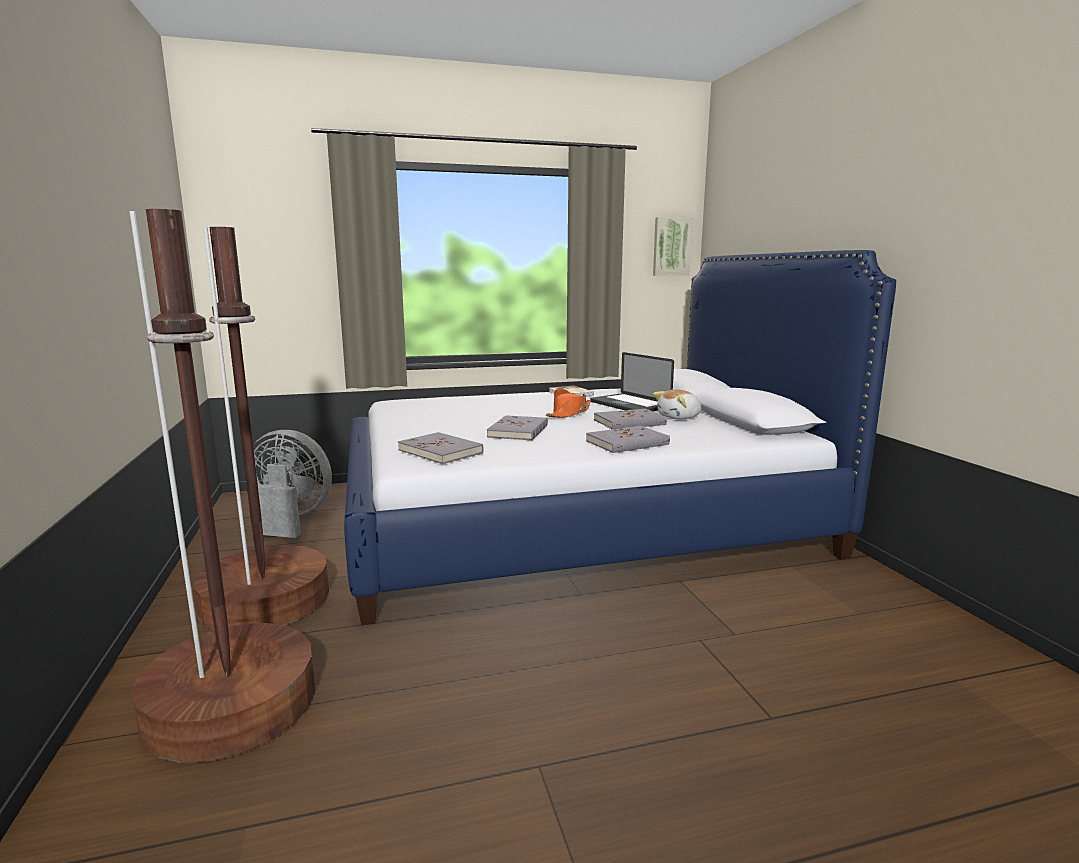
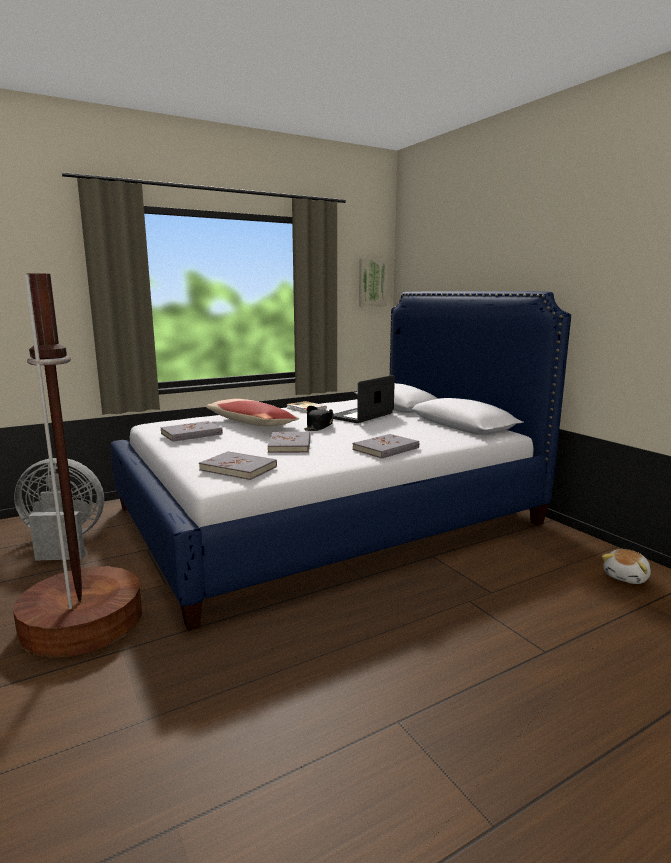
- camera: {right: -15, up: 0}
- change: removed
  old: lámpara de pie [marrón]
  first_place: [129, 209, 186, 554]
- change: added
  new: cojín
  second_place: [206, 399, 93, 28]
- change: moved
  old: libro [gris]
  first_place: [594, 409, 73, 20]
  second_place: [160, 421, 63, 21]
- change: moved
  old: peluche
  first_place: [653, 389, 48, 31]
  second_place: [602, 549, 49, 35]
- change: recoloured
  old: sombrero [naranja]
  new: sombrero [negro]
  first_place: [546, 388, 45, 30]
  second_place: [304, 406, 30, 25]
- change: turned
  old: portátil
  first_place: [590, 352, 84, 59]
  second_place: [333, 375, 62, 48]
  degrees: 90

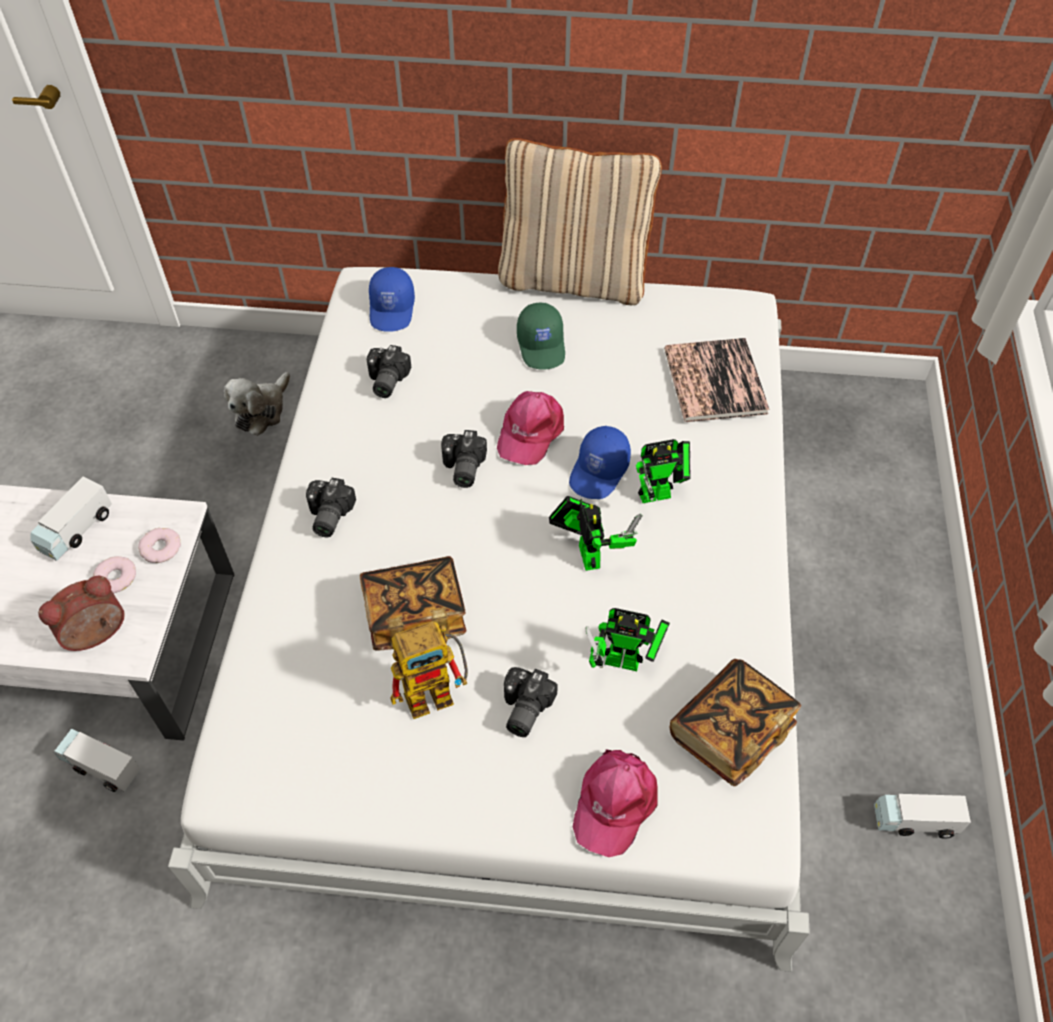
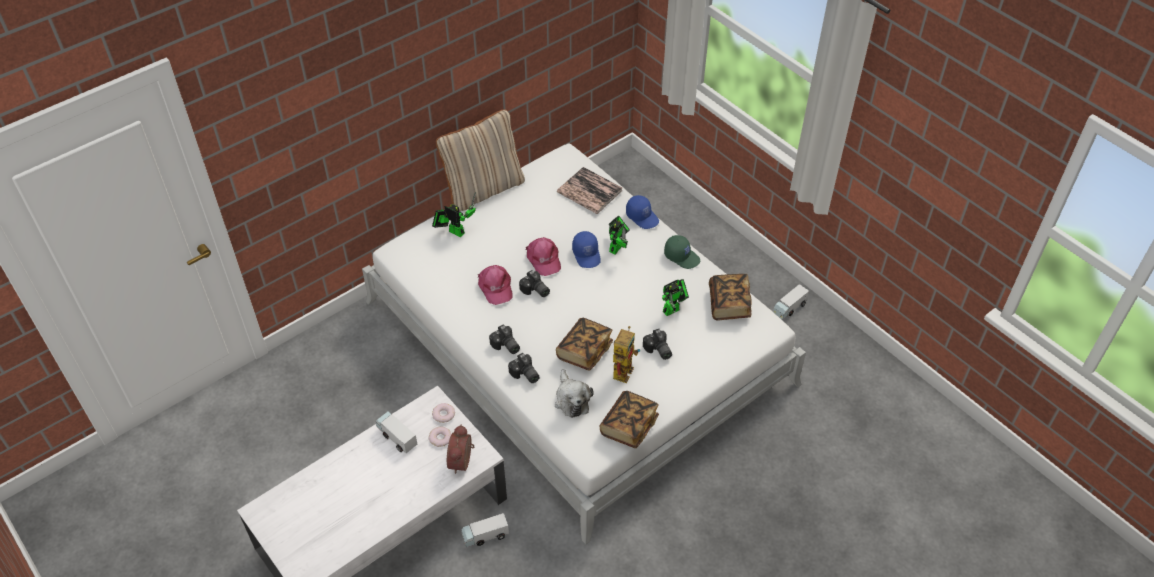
- camera: {right: -45, up: -5}
- change: added
  new: libro
  second_place: [600, 391, 59, 57]
- change: moved
  old: peluche
  first_place: [224, 372, 66, 64]
  second_place: [555, 369, 39, 49]
- change: moved
  old: cámara
  first_place: [367, 345, 44, 53]
  second_place: [508, 353, 32, 30]
- change: moved
  old: gorra [azul]
  first_place: [369, 267, 46, 65]
  second_place: [626, 195, 33, 34]
- change: moved
  old: gorra [verde]
  first_place: [517, 303, 48, 67]
  second_place: [664, 235, 36, 34]
- change: moved
  old: robot de juguete
  first_place: [549, 496, 93, 75]
  second_place: [432, 192, 44, 45]
- change: moved
  old: gorra [rosa]
  first_place: [573, 749, 85, 108]
  second_place: [478, 265, 35, 40]
- change: turned
  old: camión de juguete
  first_place: [30, 477, 82, 84]
  second_place: [376, 412, 41, 41]
  degrees: 150

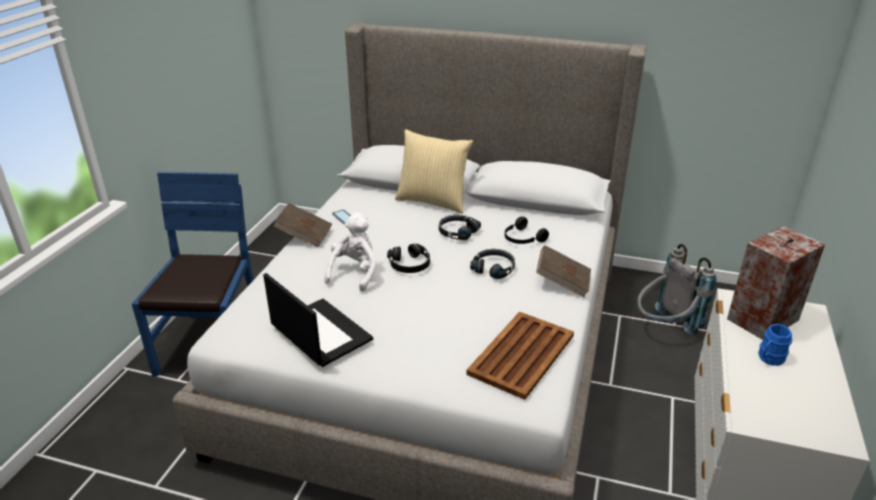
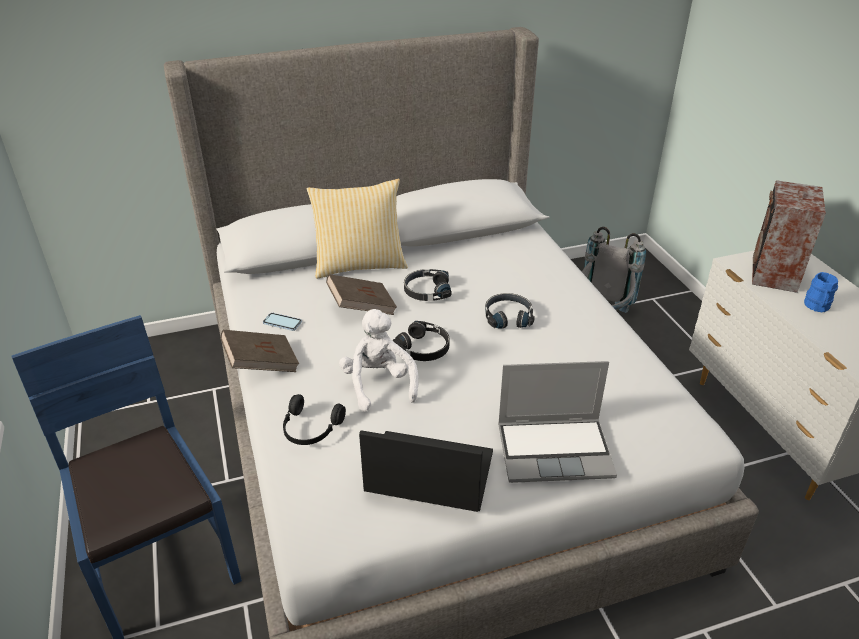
- camera: {right: -35, up: 5}
- change: removed
  old: bandeja [marrón]
  first_place: [466, 312, 108, 88]
- change: added
  new: portátil
  second_place: [498, 361, 119, 122]
- change: moved
  old: auriculares [negro]
  first_place: [505, 217, 44, 27]
  second_place: [283, 394, 63, 51]
- change: moved
  old: libro [marrón]
  first_place: [536, 245, 55, 52]
  second_place: [326, 274, 71, 41]

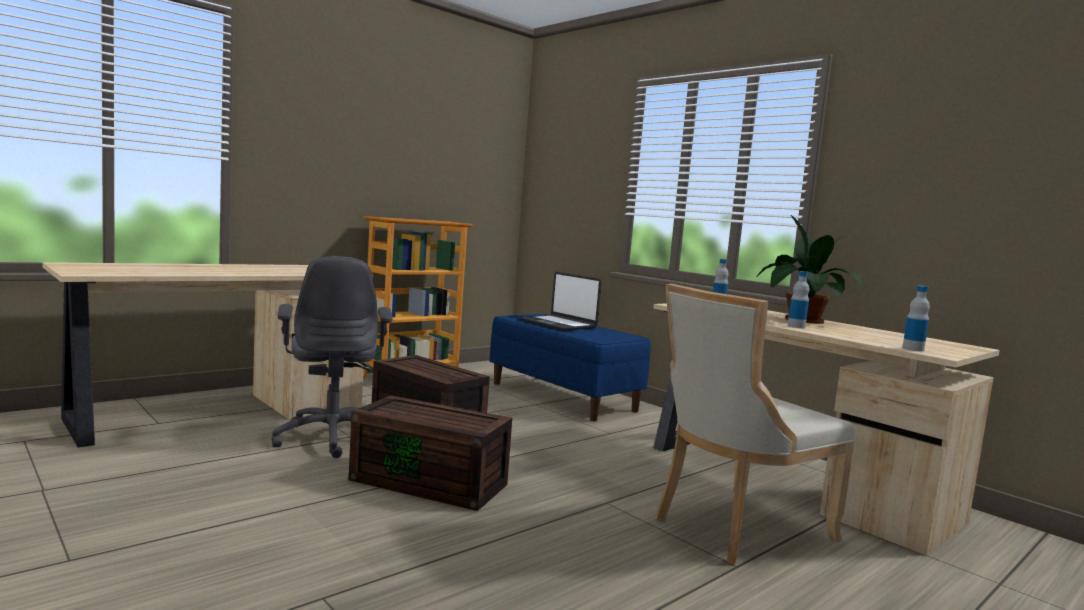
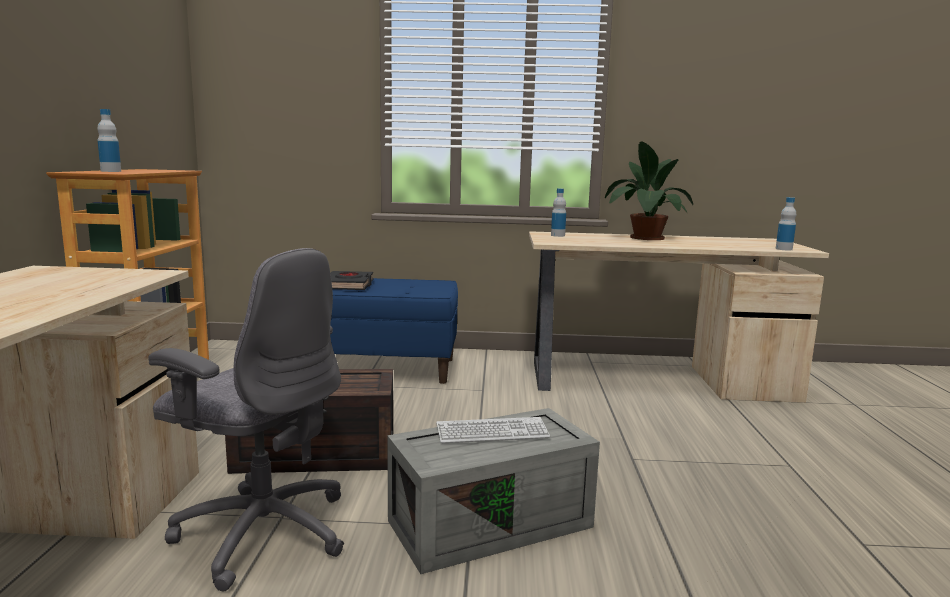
- camera: {right: -45, up: 5}
- change: removed
  old: silla [beis]
  first_place: [656, 284, 199, 280]
- change: added
  new: teclado
  second_place: [436, 417, 114, 26]
- change: moved
  old: botella
  first_place: [788, 271, 22, 57]
  second_place: [97, 109, 24, 63]
- change: replaced
  old: portátil
  new: libro [negro]
  first_place: [519, 272, 83, 59]
  second_place: [330, 271, 44, 19]
- change: recoloured
  old: caja de almacenaje [marrón]
  new: caja de almacenaje [gris]
  first_place: [349, 395, 163, 116]
  second_place: [387, 408, 213, 166]

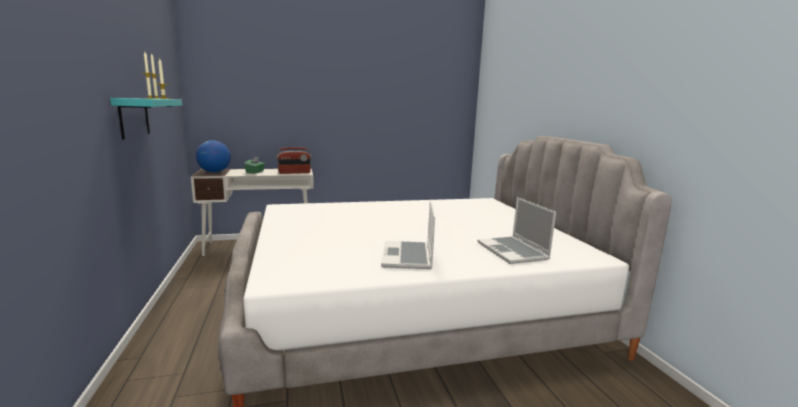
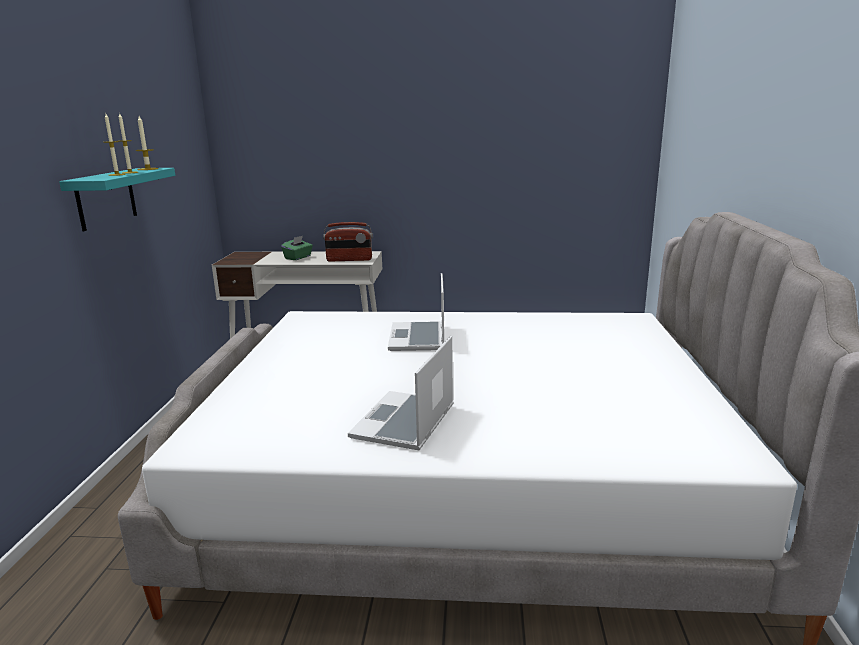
- camera: {right: 20, up: 5}
- change: removed
  old: globo terráqueo
  first_place: [196, 140, 35, 32]
- change: moved
  old: portátil
  first_place: [477, 197, 79, 67]
  second_place: [388, 273, 56, 78]

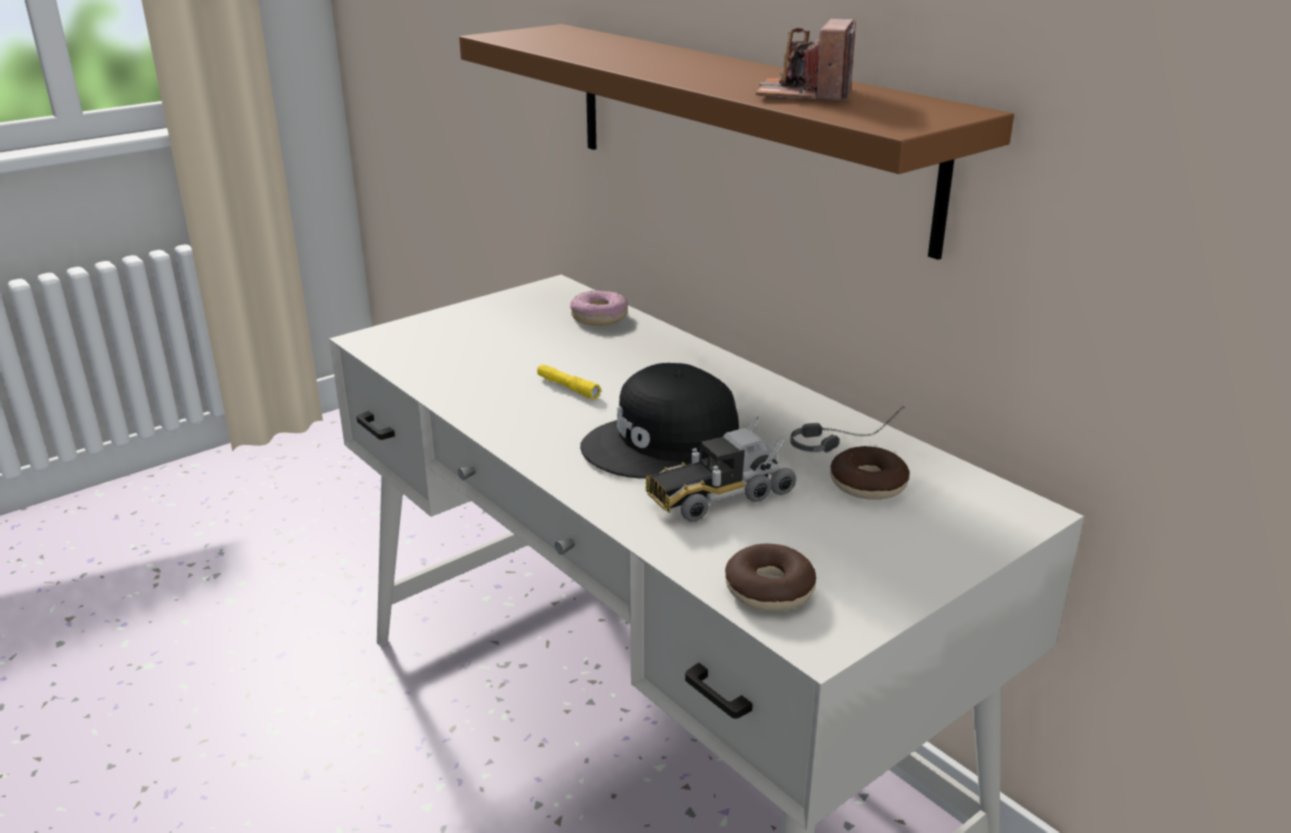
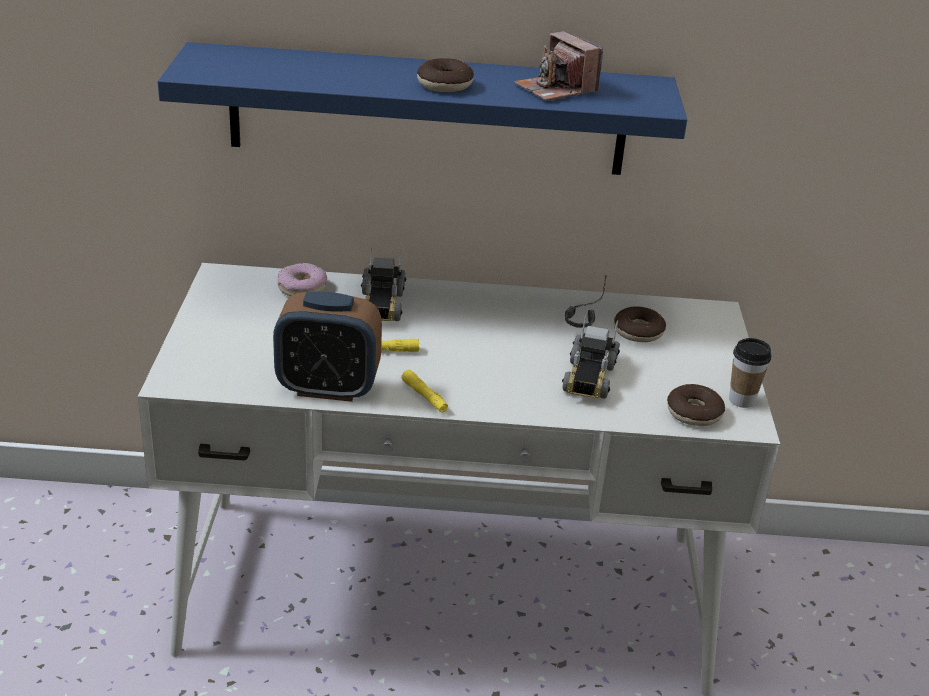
- camera: {right: -50, up: 5}
- change: removed
  old: gorra [negro]
  first_place: [580, 363, 159, 116]
- change: added
  new: despertador
  second_place: [273, 292, 109, 110]
- change: added
  new: camión de juguete
  second_place: [361, 248, 45, 73]
- change: added
  new: linterna [amarillo]
  second_place: [401, 370, 47, 43]
- change: added
  new: rosquilla
  second_place: [417, 58, 57, 34]
- change: added
  new: taza
  second_place: [729, 338, 42, 70]
- change: recoloured
  old: estante [marrón]
  new: estante [azul]
  first_place: [459, 24, 555, 236]
  second_place: [158, 42, 529, 133]

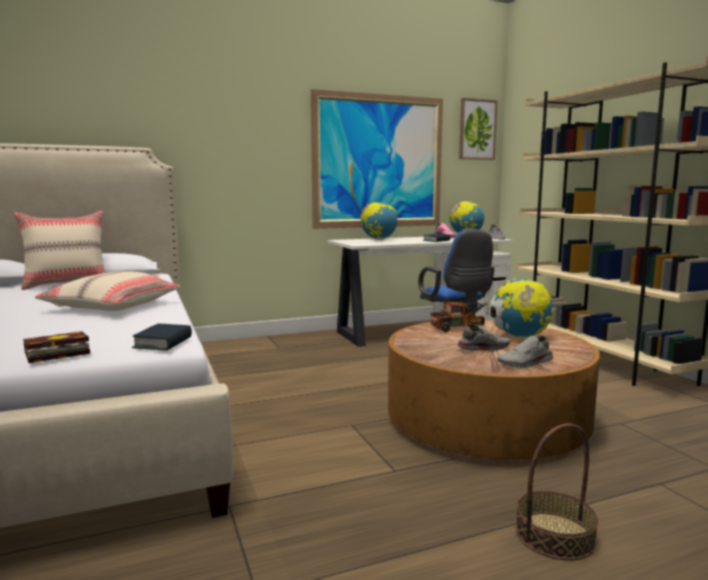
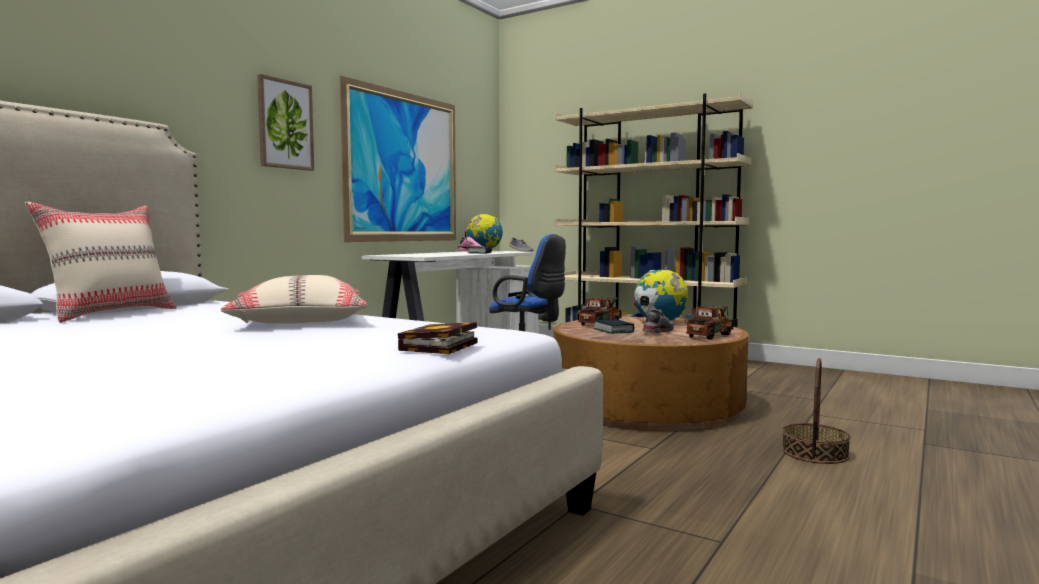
- camera: {right: -35, up: -5}
- change: removed
  old: globo terráqueo
  first_place: [360, 202, 38, 38]
- change: moved
  old: libro
  first_place: [132, 324, 60, 27]
  second_place: [593, 319, 41, 15]
- change: moved
  old: cuadro
  first_place: [459, 98, 39, 62]
  second_place: [257, 74, 57, 97]
- change: replaced
  old: zapato [gris]
  new: camión de juguete
  first_place: [497, 336, 57, 32]
  second_place: [685, 305, 48, 35]

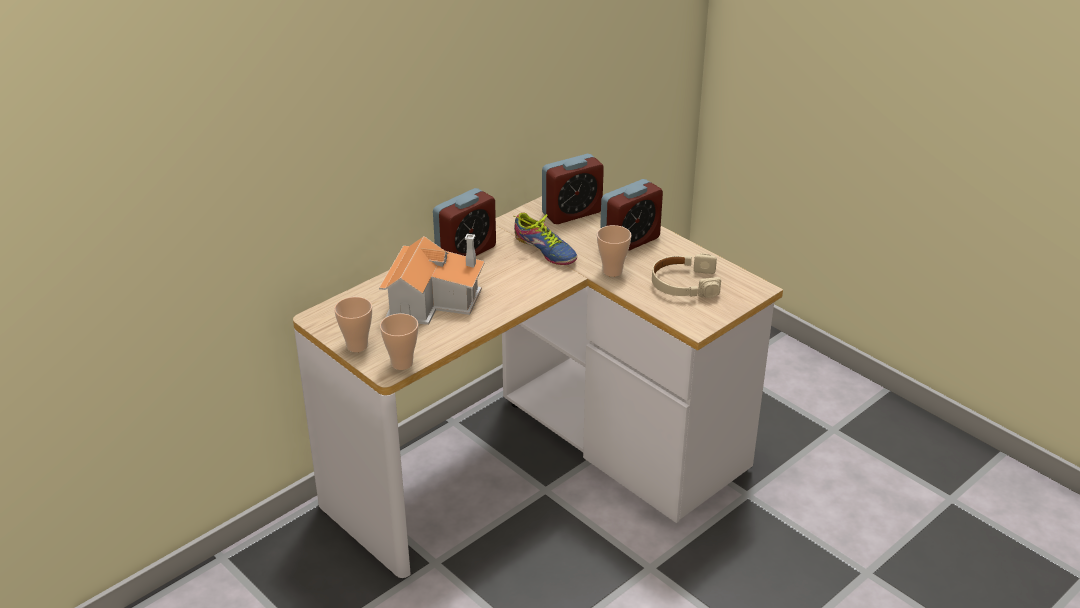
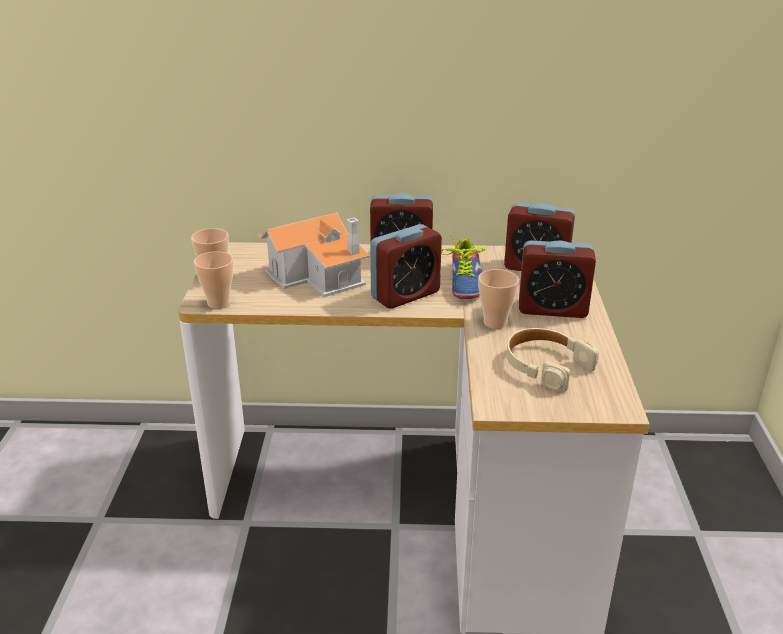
- camera: {right: 45, up: -5}
- change: added
  new: despertador
  second_place: [370, 224, 72, 85]

